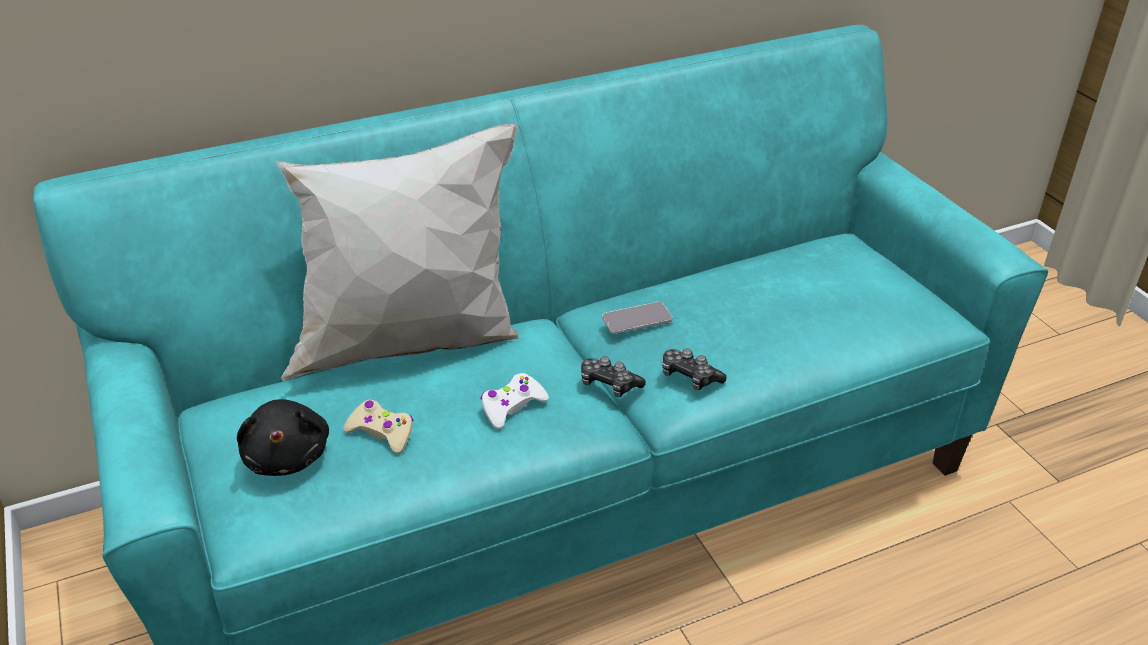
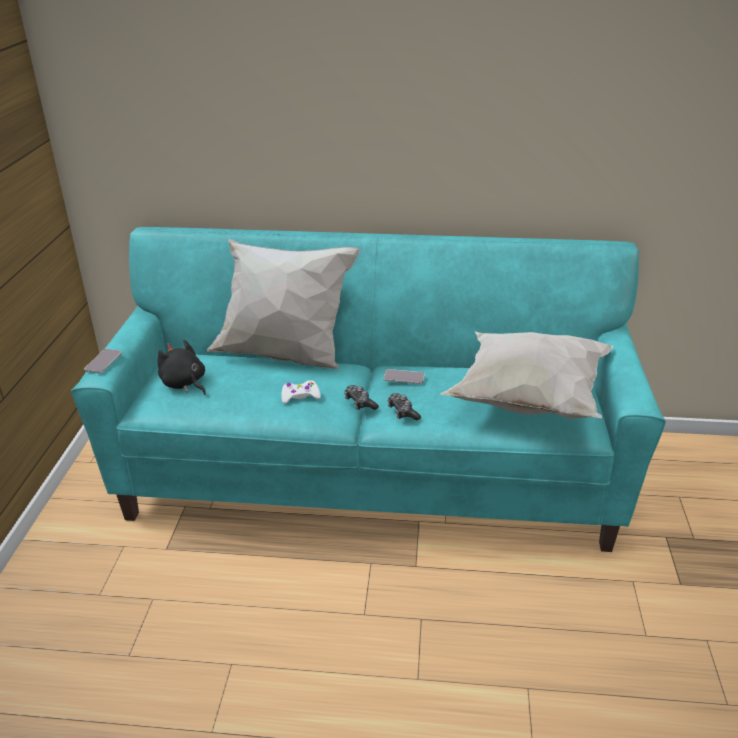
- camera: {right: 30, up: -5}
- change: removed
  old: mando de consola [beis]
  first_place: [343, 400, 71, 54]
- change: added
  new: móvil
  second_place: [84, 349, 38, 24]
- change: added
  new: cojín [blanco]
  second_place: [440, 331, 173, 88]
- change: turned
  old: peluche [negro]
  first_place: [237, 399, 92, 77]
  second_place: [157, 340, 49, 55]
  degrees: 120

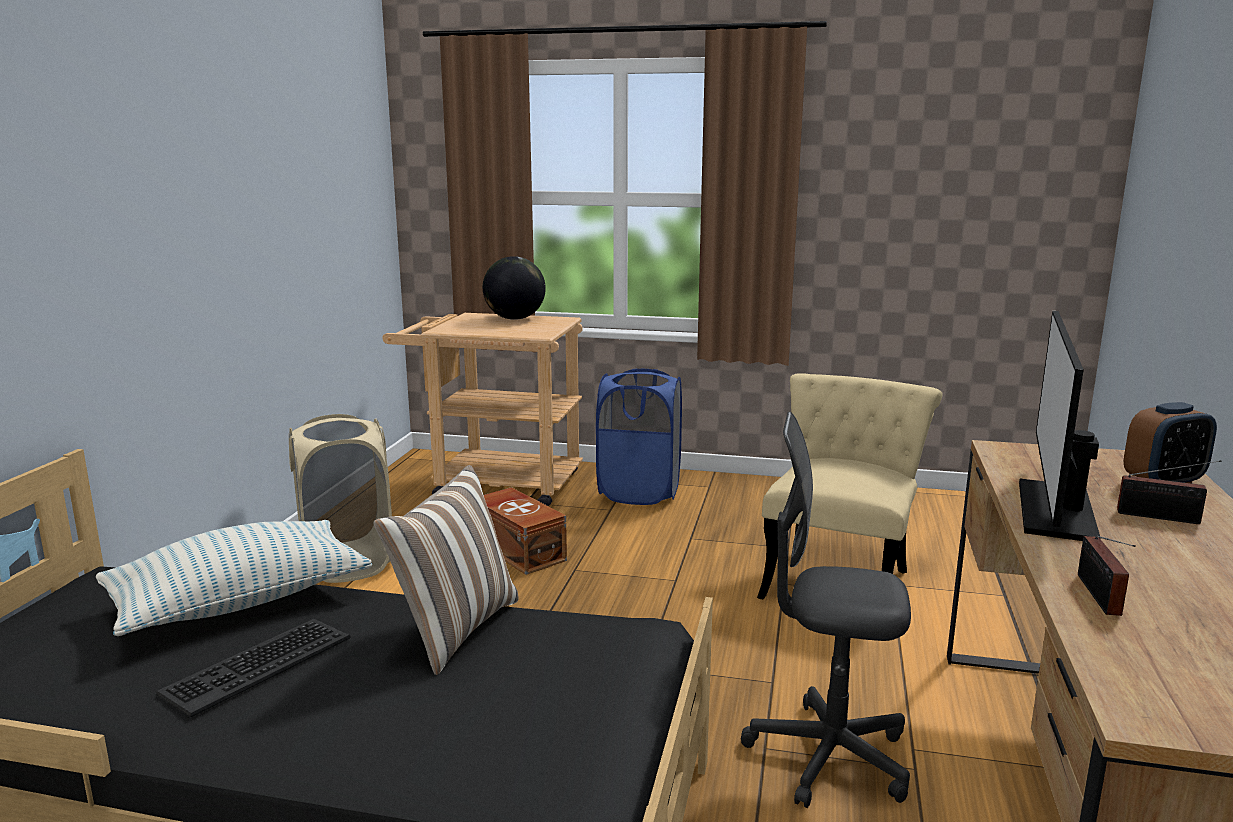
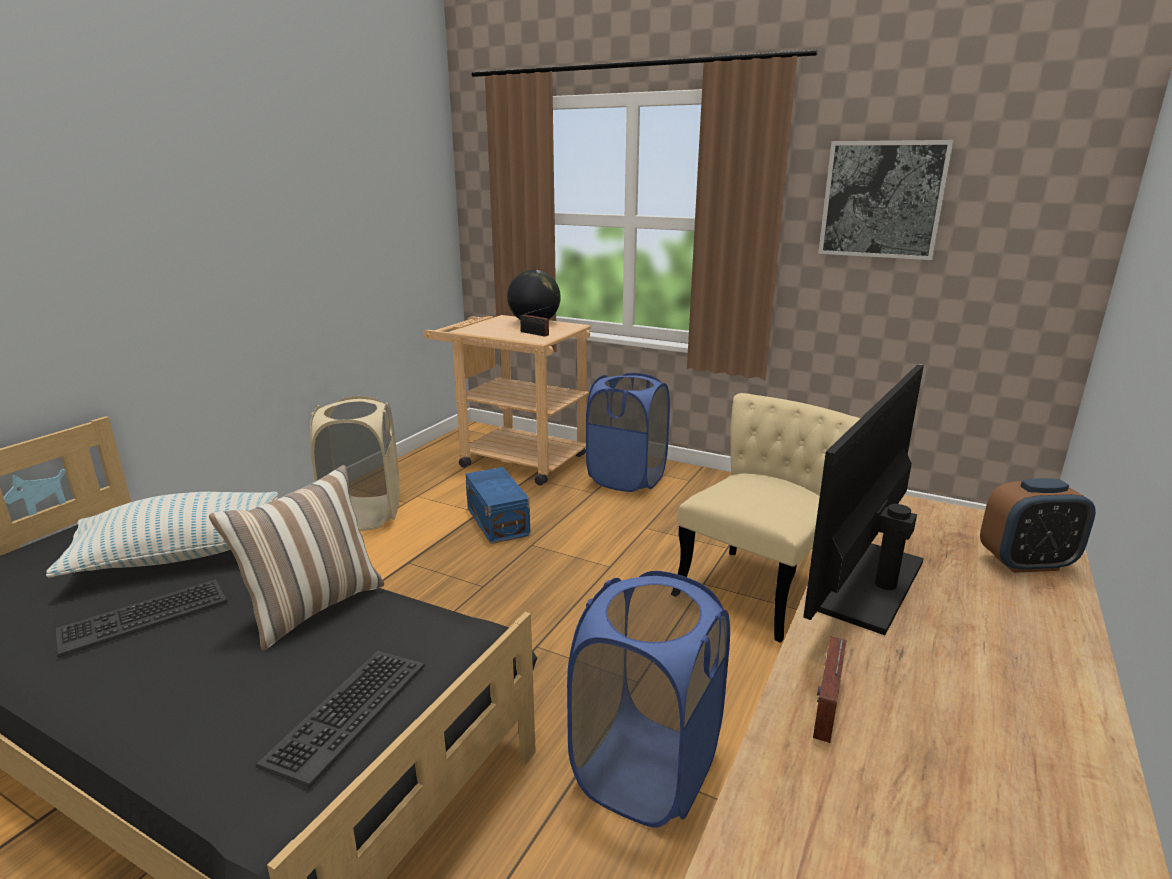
- camera: {right: 15, up: 5}
- change: added
  new: teclado
  second_place: [256, 651, 169, 137]
- change: added
  new: cuadro
  second_place: [818, 140, 136, 120]
- change: moved
  old: radio
  first_place: [1117, 460, 105, 64]
  second_place: [520, 306, 31, 31]
- change: replaced
  old: silla de oficina [gris]
  new: cesto de la ropa [azul]
  first_place: [741, 412, 170, 396]
  second_place: [567, 571, 163, 257]
- change: recoloured
  old: caja de almacenaje [marrón]
  new: caja de almacenaje [azul]
  first_place: [484, 487, 83, 88]
  second_place: [465, 467, 66, 77]

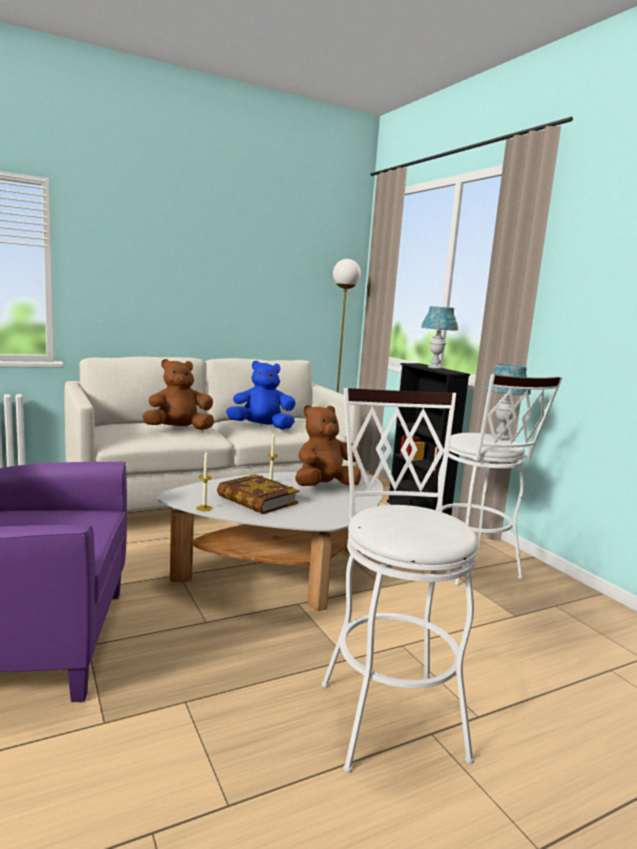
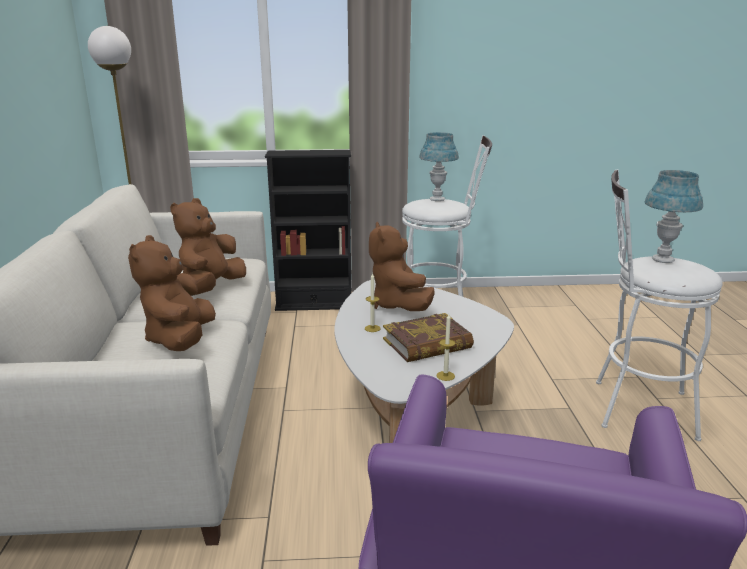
- camera: {right: -65, up: 10}
- change: moved
  old: lámpara de mesa [azul]
  first_place: [421, 306, 37, 63]
  second_place: [645, 170, 58, 93]
- change: recoloured
  old: peluche [azul]
  new: peluche [marrón]
  first_place: [226, 361, 70, 68]
  second_place: [170, 198, 76, 97]

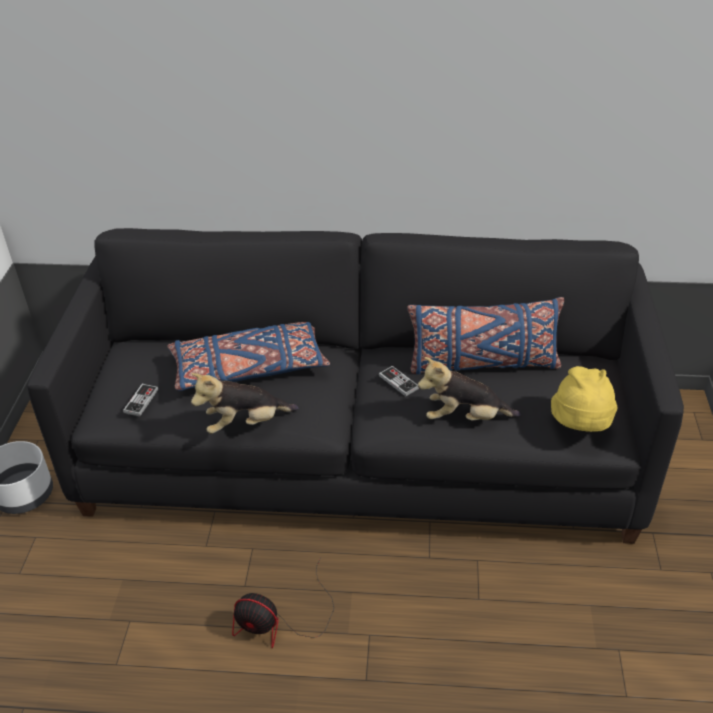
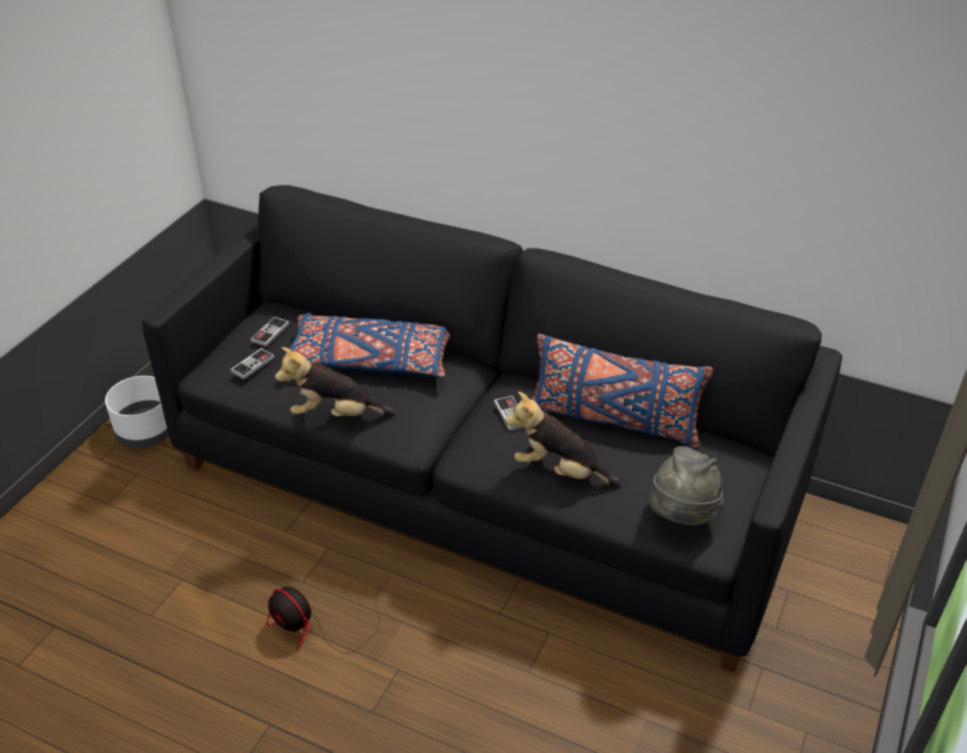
- camera: {right: 20, up: 0}
- change: added
  new: mando de consola
  second_place: [251, 317, 39, 30]
- change: recoloured
  old: sombrero [amarillo]
  new: sombrero [gris]
  first_place: [551, 366, 67, 66]
  second_place: [649, 446, 75, 79]

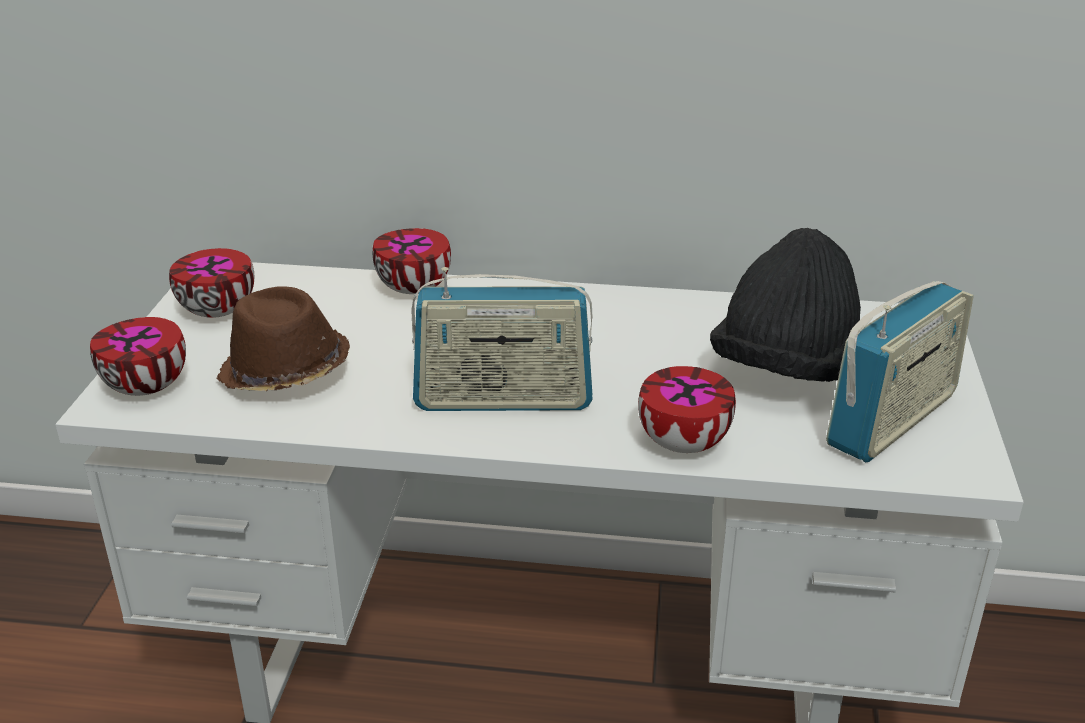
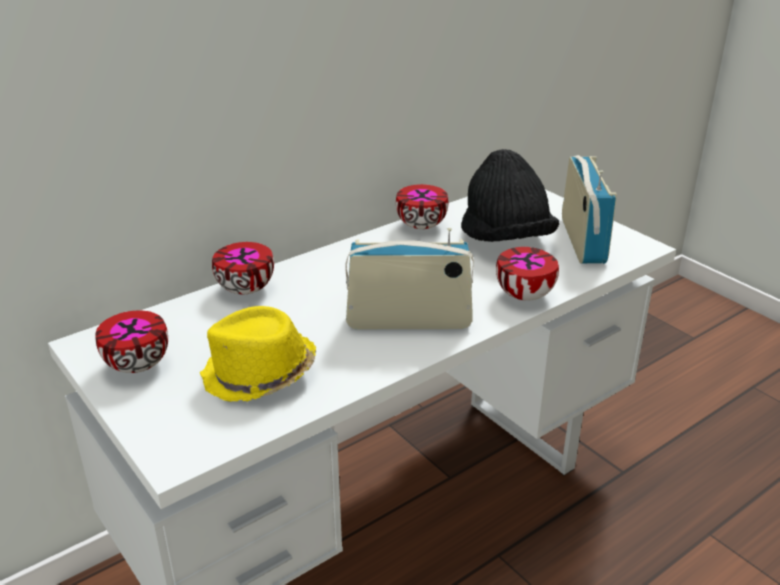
- camera: {right: -45, up: 0}
- change: moved
  old: cuenco
  first_place: [90, 317, 96, 79]
  second_place: [396, 184, 52, 45]
- change: recoloured
  old: sombrero [marrón]
  new: sombrero [amarillo]
  first_place: [217, 286, 133, 105]
  second_place: [200, 306, 116, 96]
- change: turned
  old: radio
  first_place: [411, 267, 182, 144]
  second_place: [345, 228, 129, 101]
  degrees: -135

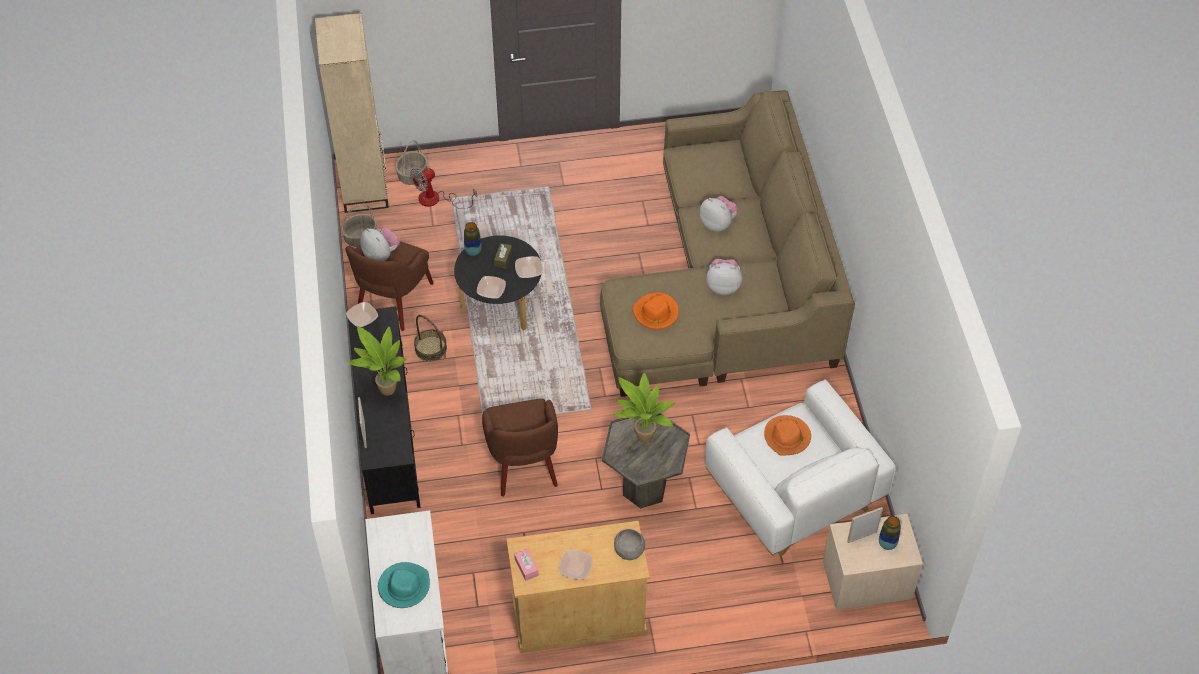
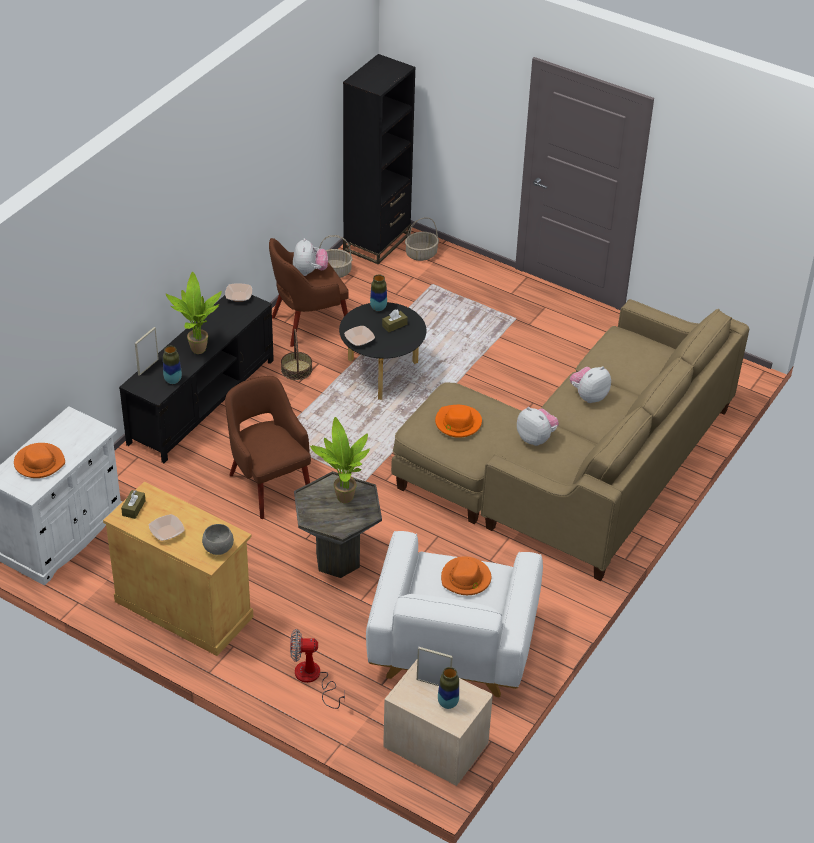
- camera: {right: 40, up: -10}
- change: removed
  old: cuenco
  first_place: [515, 256, 28, 22]
- change: added
  new: florero
  second_place: [163, 346, 19, 38]
- change: moved
  old: ventilador
  first_place: [410, 168, 67, 41]
  second_place: [290, 629, 55, 80]
- change: recoloured
  old: estantería [beis]
  new: estantería [negro]
  first_place: [315, 13, 74, 200]
  second_place: [343, 54, 72, 210]
- change: recoloured
  old: sombrero [turquesa]
  new: sombrero [naranja]
  first_place: [378, 562, 52, 46]
  second_place: [14, 443, 51, 35]
- change: recoloured
  old: caja de pañuelos [rosa]
  new: caja de pañuelos [marrón]
  first_place: [514, 549, 25, 32]
  second_place: [121, 490, 25, 29]
- change: turned
  old: sillón [marrón]
  first_place: [482, 399, 76, 98]
  second_place: [225, 376, 86, 143]
  degrees: 120
- change: turned
  old: peluche
  first_place: [700, 196, 38, 35]
  second_place: [570, 366, 41, 37]
  degrees: -120

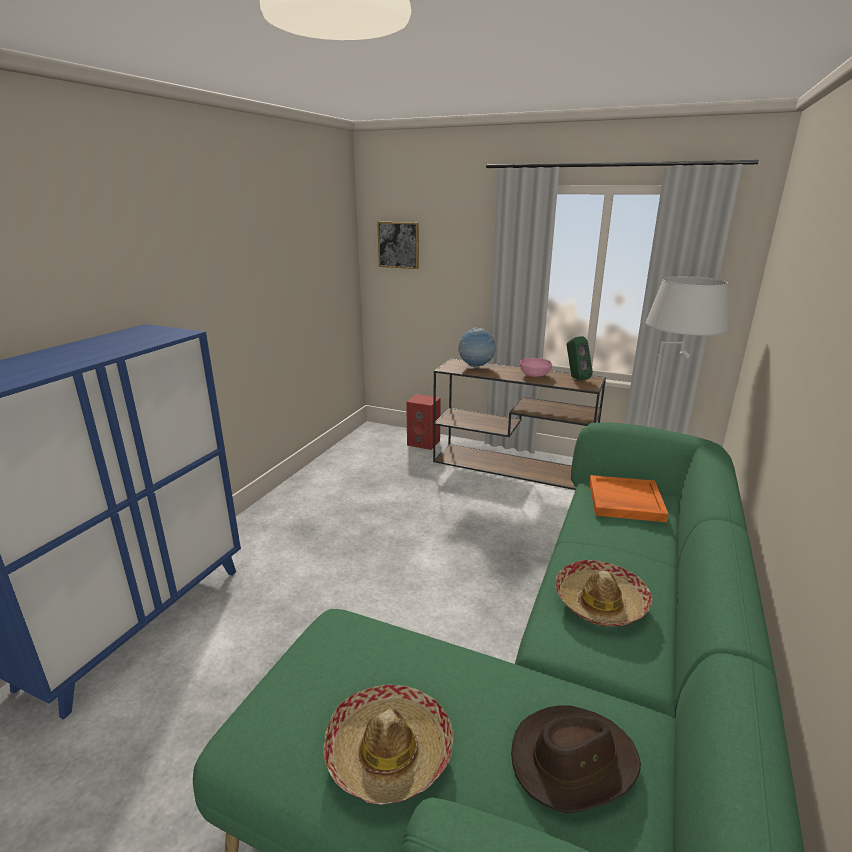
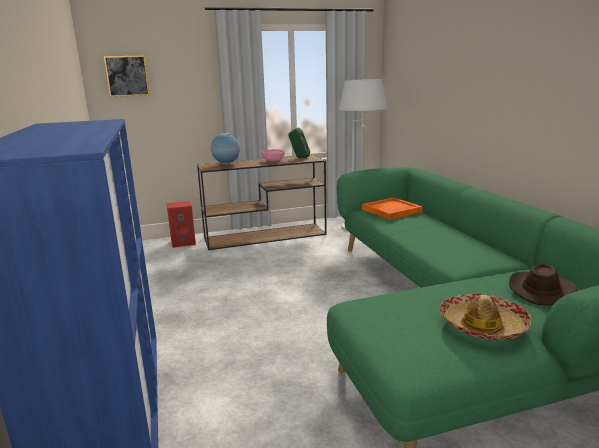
- camera: {right: -40, up: -5}
- change: removed
  old: sombrero
  first_place: [555, 560, 98, 67]

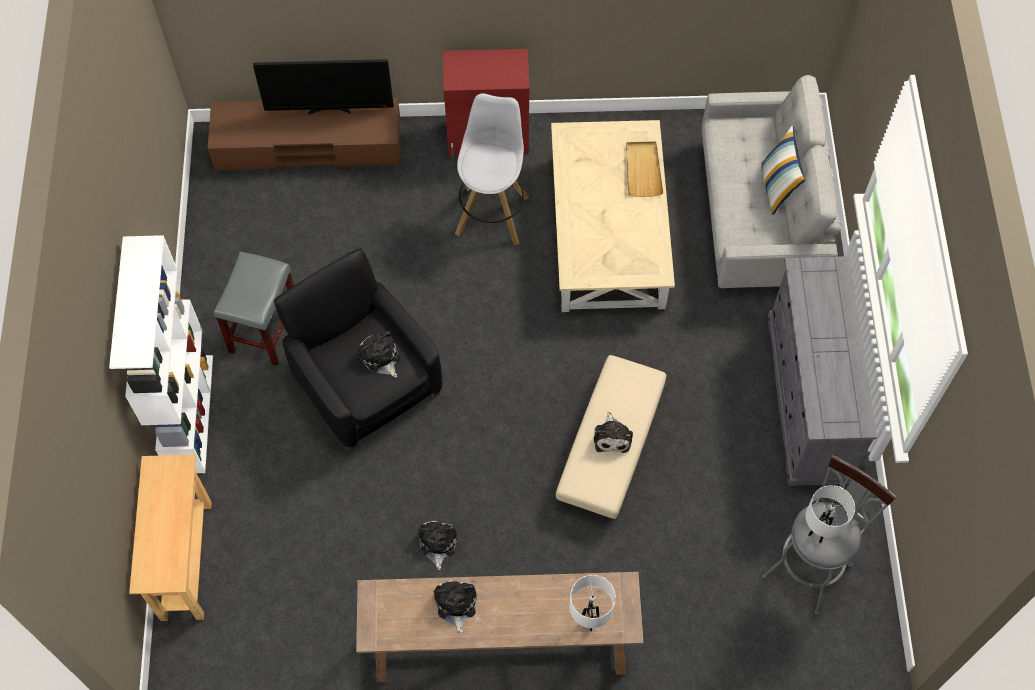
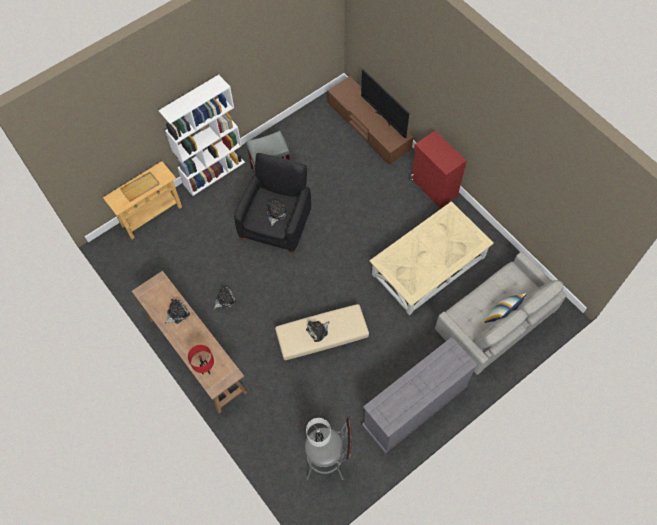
- camera: {right: 55, up: 0}
- change: removed
  old: taburete [blanco]
  first_place: [455, 93, 74, 152]
- change: moved
  old: bandeja [beis]
  first_place: [626, 142, 37, 55]
  second_place: [120, 172, 40, 30]
- change: recoloured
  old: lámpara de mesa [blanco]
  new: lámpara de mesa [rojo]
  first_place: [569, 575, 47, 56]
  second_place: [188, 345, 26, 29]

